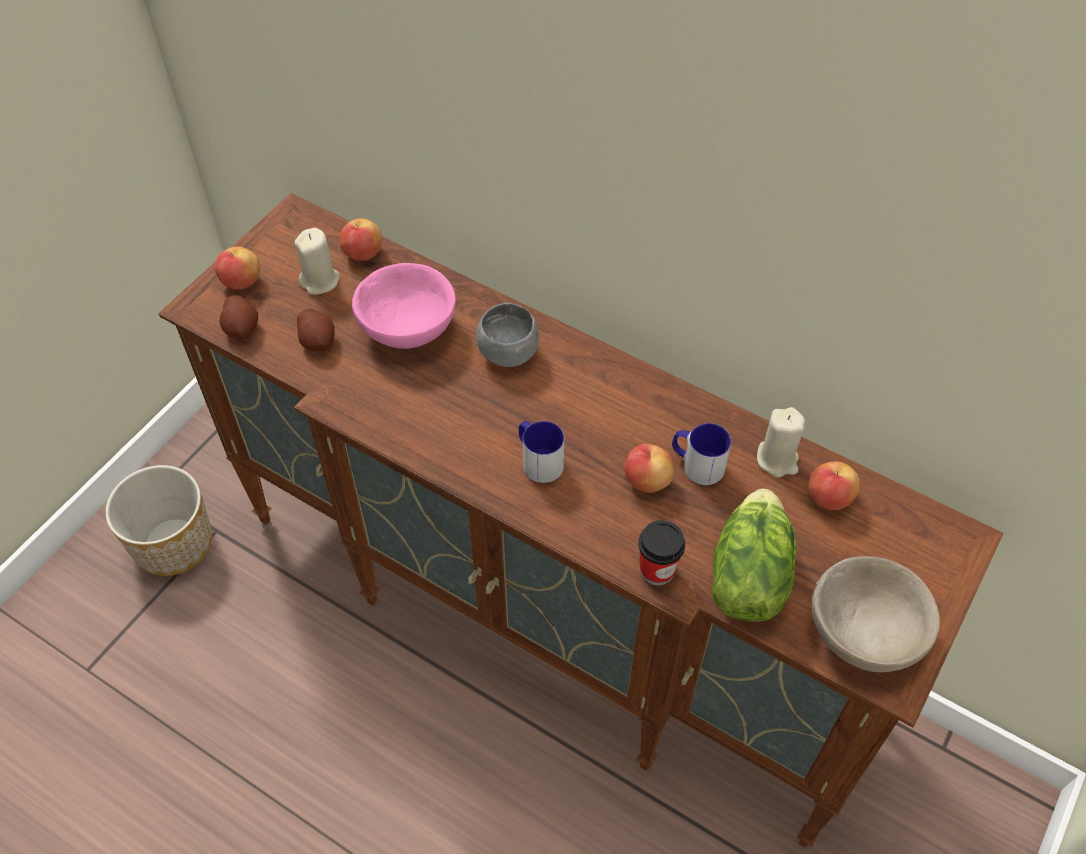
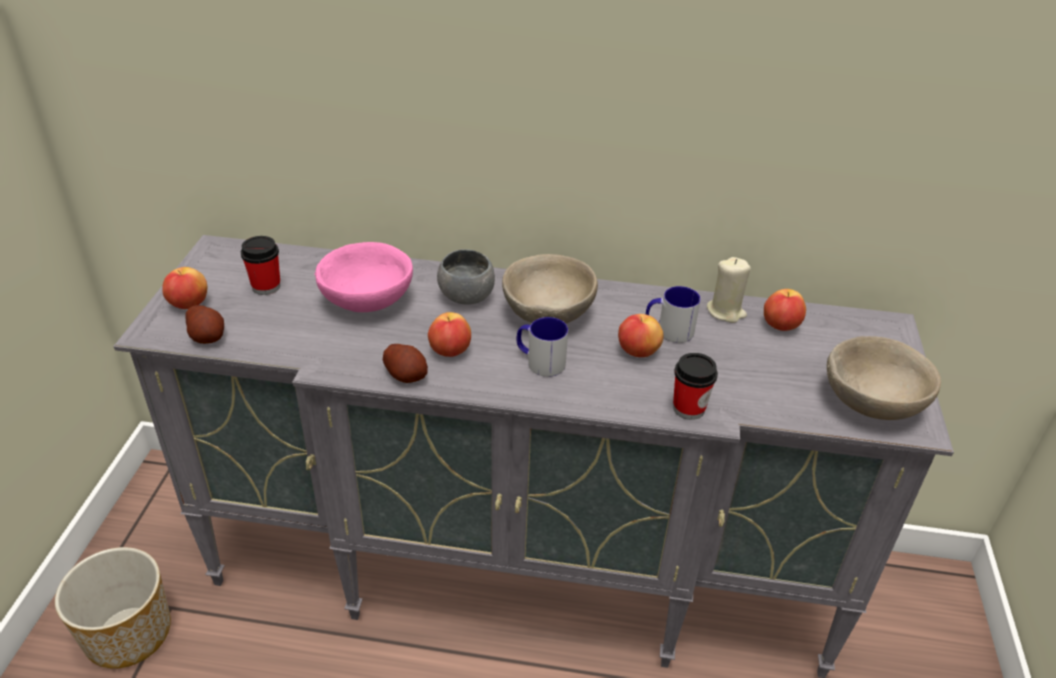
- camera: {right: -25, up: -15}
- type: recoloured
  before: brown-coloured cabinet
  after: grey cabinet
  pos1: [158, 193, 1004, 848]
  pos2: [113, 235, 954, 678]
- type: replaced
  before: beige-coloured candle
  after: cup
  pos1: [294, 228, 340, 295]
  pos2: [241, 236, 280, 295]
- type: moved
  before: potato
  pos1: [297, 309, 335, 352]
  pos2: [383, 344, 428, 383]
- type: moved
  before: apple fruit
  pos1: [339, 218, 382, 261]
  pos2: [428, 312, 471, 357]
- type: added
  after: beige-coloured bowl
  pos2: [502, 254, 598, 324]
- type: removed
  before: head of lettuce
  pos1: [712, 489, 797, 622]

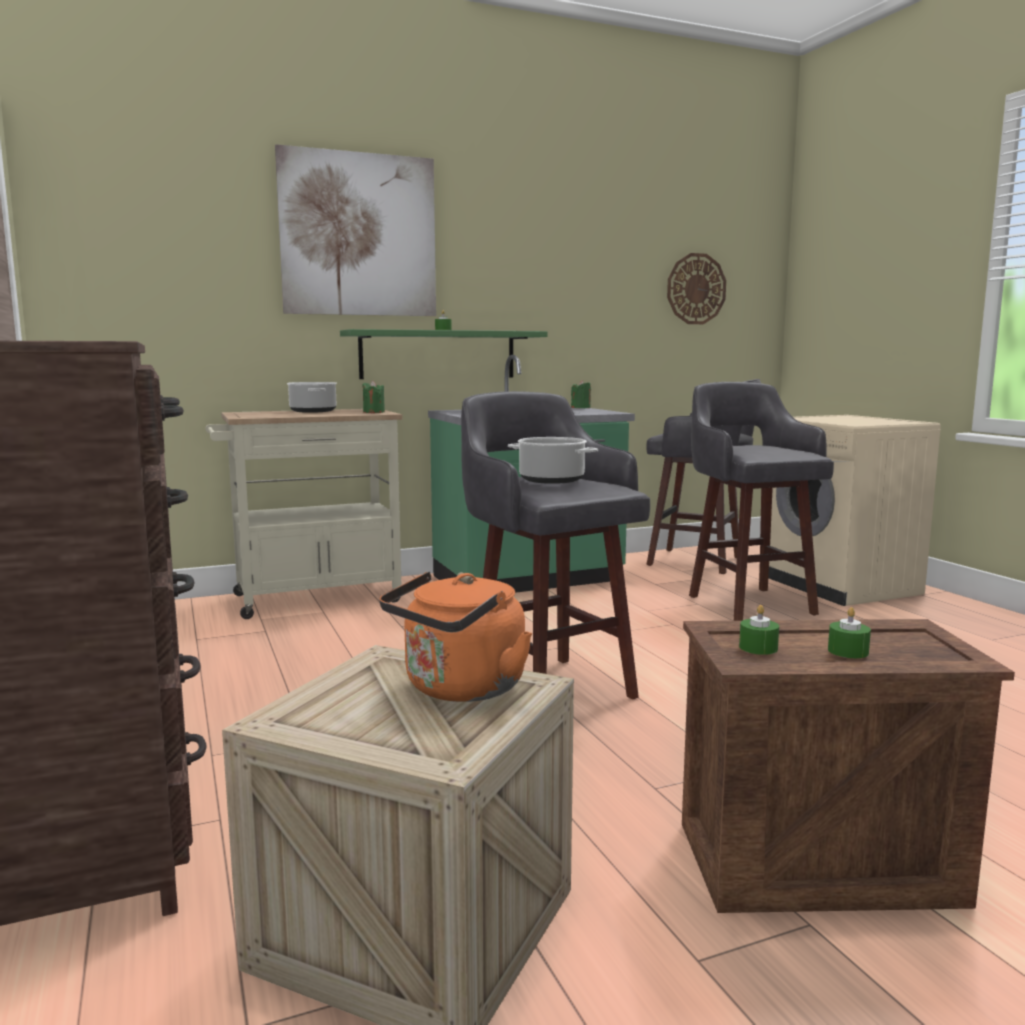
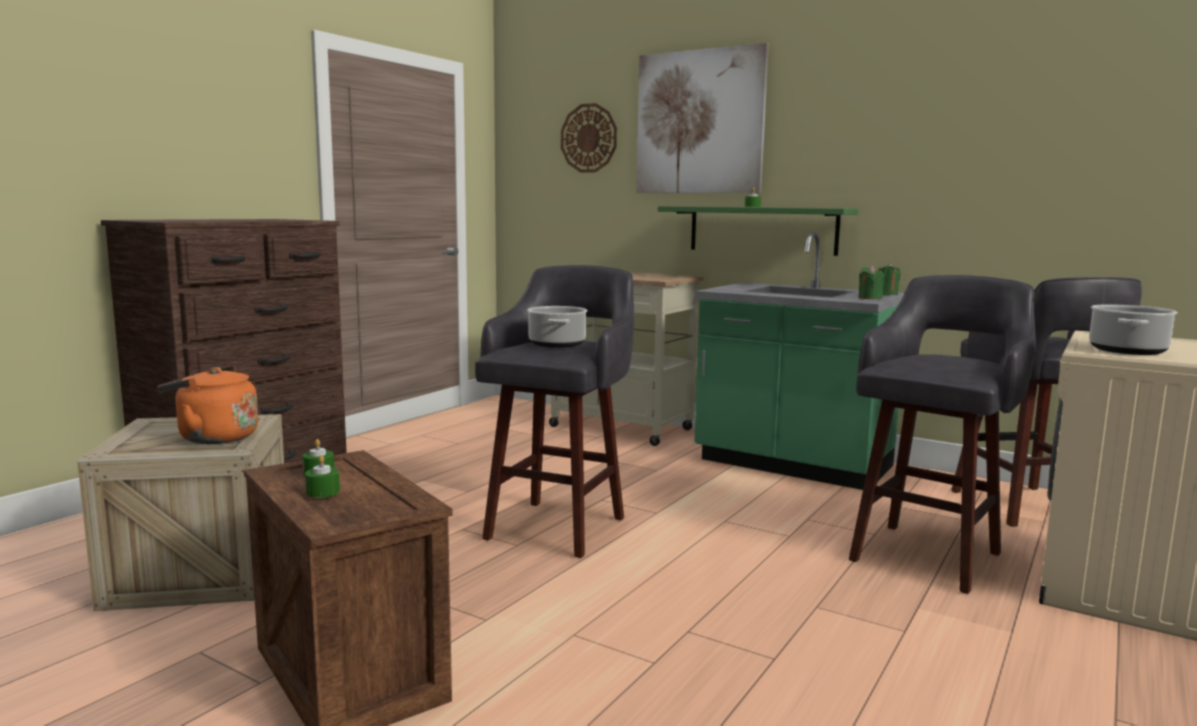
- camera: {right: 55, up: 0}
- type: moved
  before: clock on the wall
  pos1: [667, 253, 726, 324]
  pos2: [561, 103, 617, 173]
- type: moved
  before: green-coloured candle
  pos1: [362, 381, 385, 413]
  pos2: [859, 266, 884, 299]
- type: moved
  before: saucepot
  pos1: [287, 382, 337, 413]
  pos2: [1089, 304, 1178, 355]

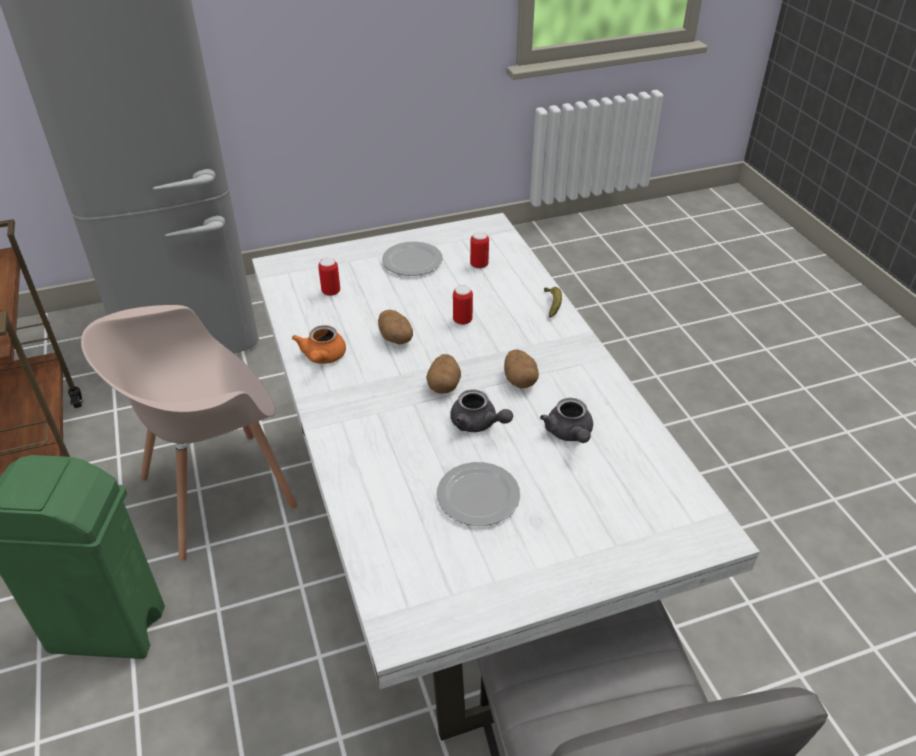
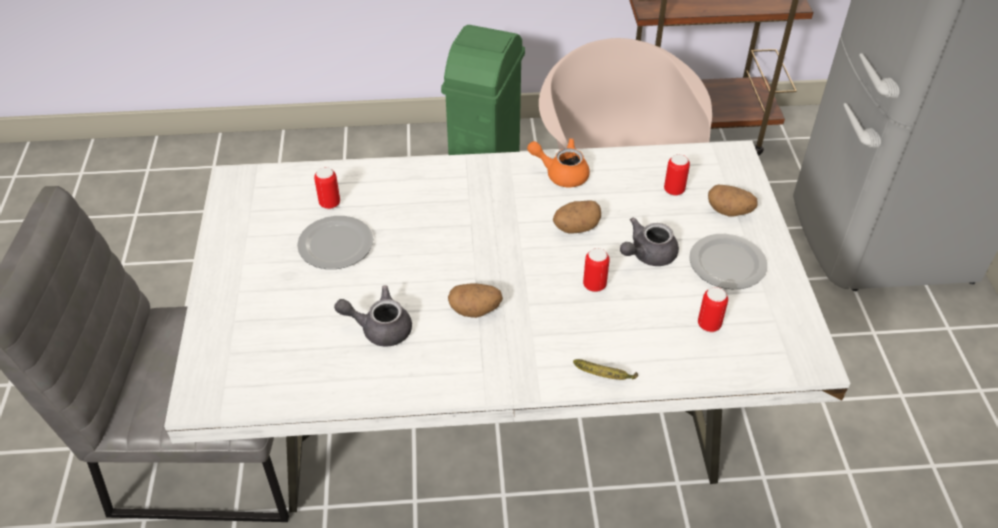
- camera: {right: 105, up: 5}
- type: added
  after: sealed can
  pos2: [314, 167, 340, 209]
- type: moved
  before: grey teapot
  pos1: [450, 389, 513, 432]
  pos2: [620, 217, 679, 266]
- type: moved
  before: potato
  pos1: [426, 354, 461, 394]
  pos2: [708, 184, 757, 216]

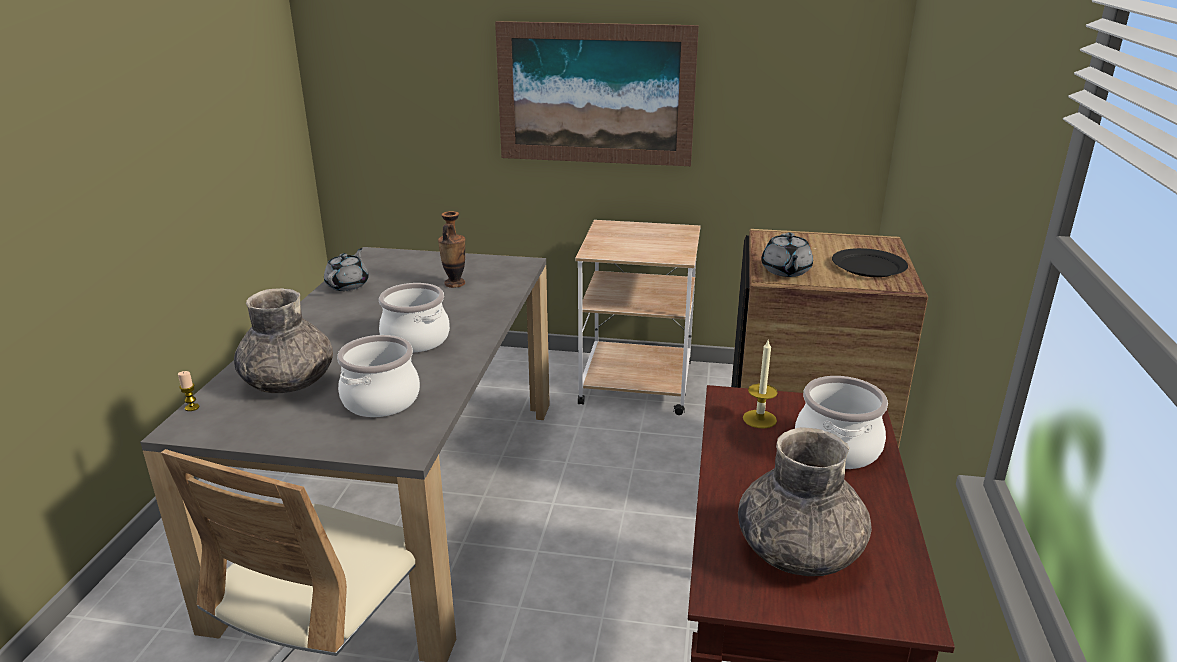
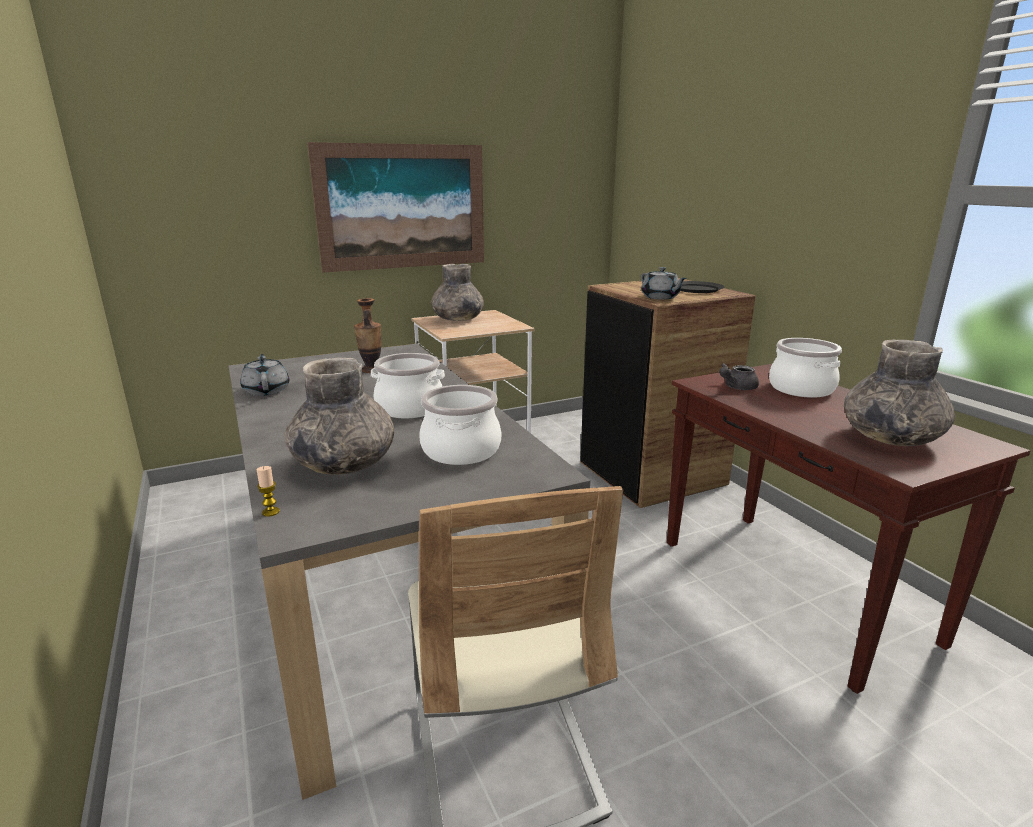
- camera: {right: -35, up: -5}
- type: added
  after: grey decorative vase
  pos2: [431, 264, 484, 321]
- type: replaced
  before: candle
  after: grey teapot
  pos1: [743, 340, 778, 428]
  pos2: [719, 363, 759, 390]

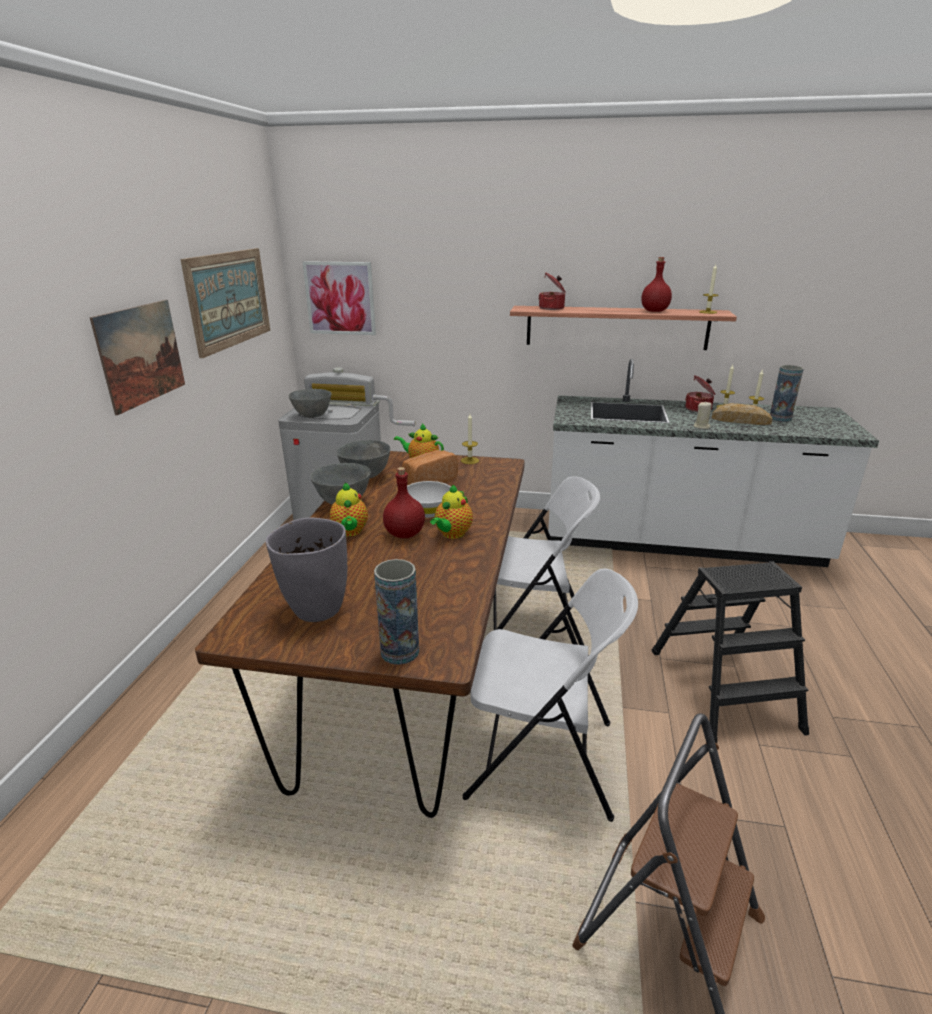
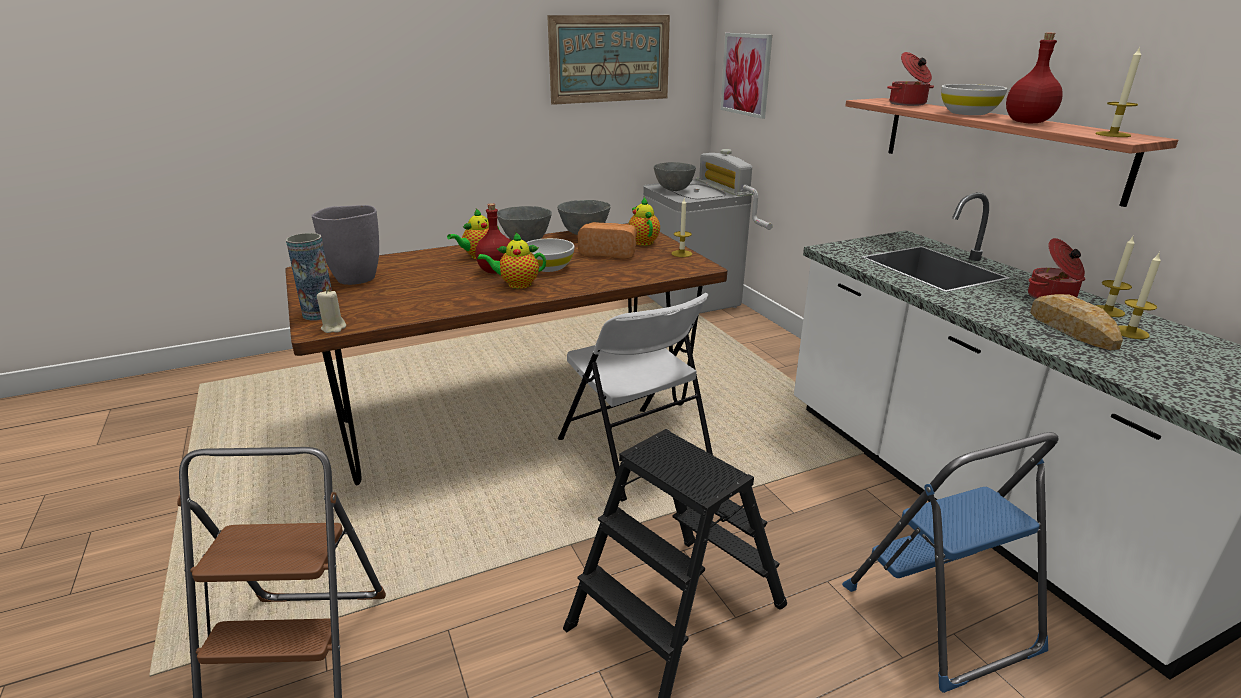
- camera: {right: 55, up: 0}
- type: moved
  before: beige-coloured candle
  pos1: [693, 402, 712, 429]
  pos2: [317, 290, 346, 333]
- type: added
  after: bluish stepladder
  pos2: [842, 432, 1059, 693]
- type: added
  after: white bowl
  pos2: [941, 84, 1007, 115]
- type: removed
  before: wall picture
  pos1: [90, 300, 185, 415]
- type: removed
  before: white upright chair
  pos1: [463, 569, 638, 822]
- type: removed
  before: decorative vase
  pos1: [770, 365, 803, 422]

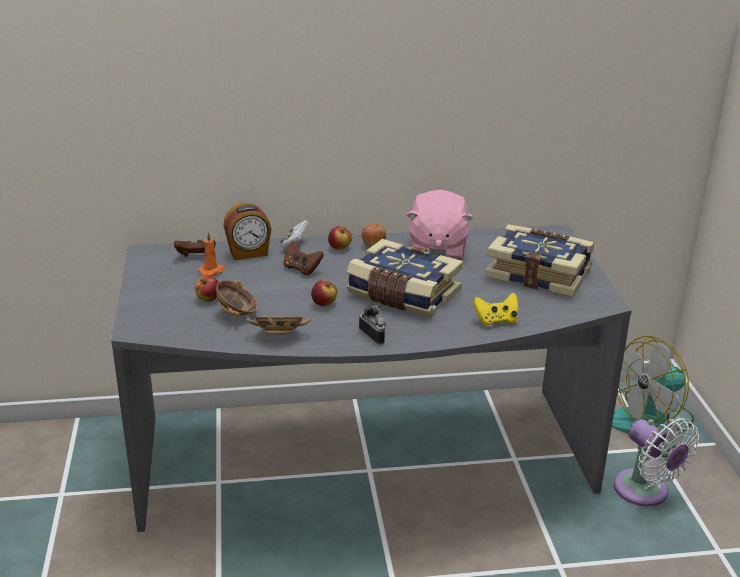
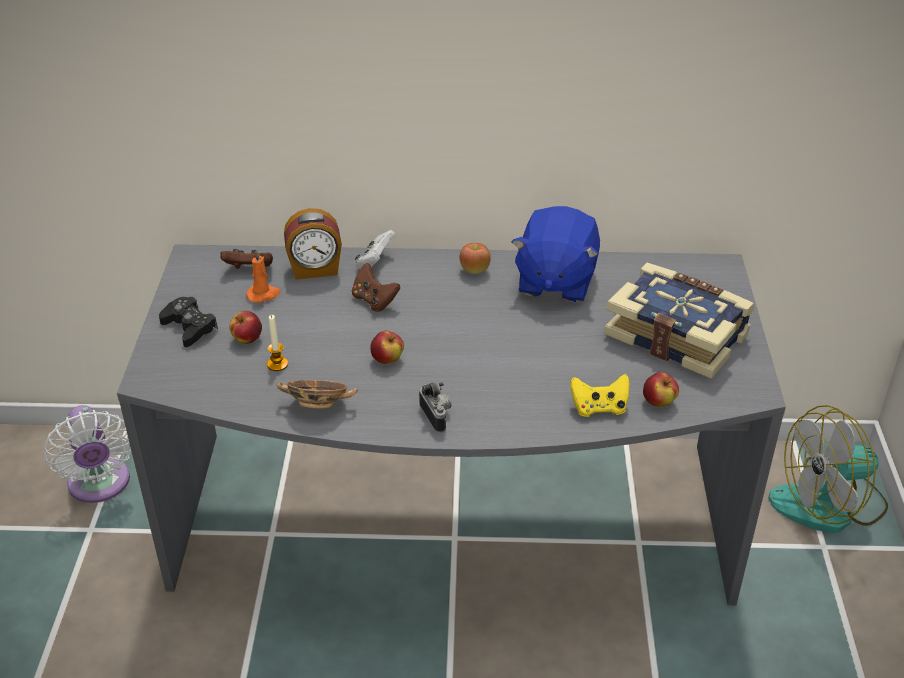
- camera: {right: 10, up: 10}
- type: moved
  before: white electric fan
  pos1: [614, 417, 699, 507]
  pos2: [43, 405, 131, 503]
- type: added
  after: black-coloured gamepad
  pos2: [159, 297, 218, 347]
- type: replaced
  before: bowl
  after: candle
  pos1: [216, 280, 258, 317]
  pos2: [267, 315, 288, 371]
- type: recoloured
  before: pinkish cuddly toy
  after: bluish cuddly toy
  pos1: [406, 190, 474, 260]
  pos2: [512, 206, 600, 303]
- type: moved
  before: apple fruit
  pos1: [328, 226, 352, 250]
  pos2: [643, 372, 679, 407]
- type: removed
  before: book
  pos1: [347, 239, 463, 318]

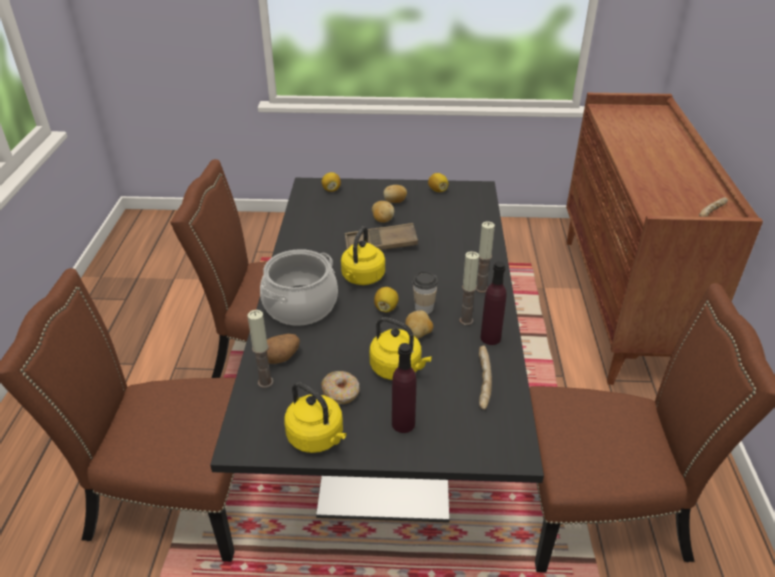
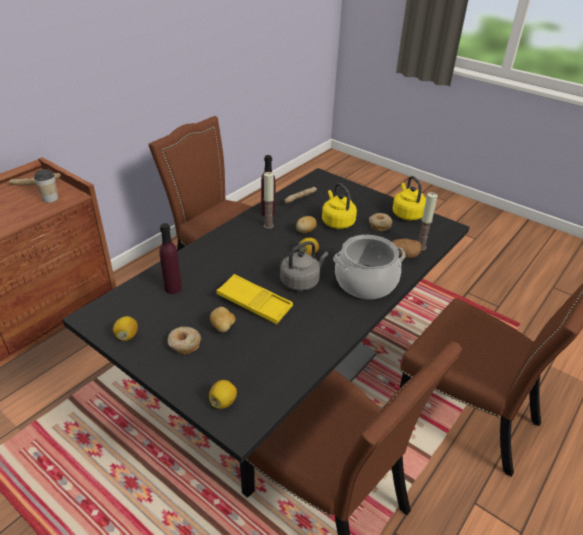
- camera: {right: -145, up: 0}
- type: moved
  before: cup
  pos1: [413, 271, 438, 314]
  pos2: [34, 169, 58, 203]
- type: moved
  before: purplish bottle
  pos1: [392, 343, 416, 433]
  pos2: [159, 223, 182, 294]
- type: replaced
  before: potato
  after: doughnut
  pos1: [383, 185, 407, 203]
  pos2: [167, 327, 201, 355]
- type: recoloured
  before: brown-coloured serving tray
  after: yellow-coloured serving tray
  pos1: [345, 223, 418, 250]
  pos2: [216, 274, 293, 324]
- type: recoloured
  before: yellow-coloured kettle
  after: grey kettle
  pos1: [341, 226, 385, 285]
  pos2: [280, 241, 328, 291]
- type: removed
  before: candle
  pos1: [476, 221, 495, 293]

